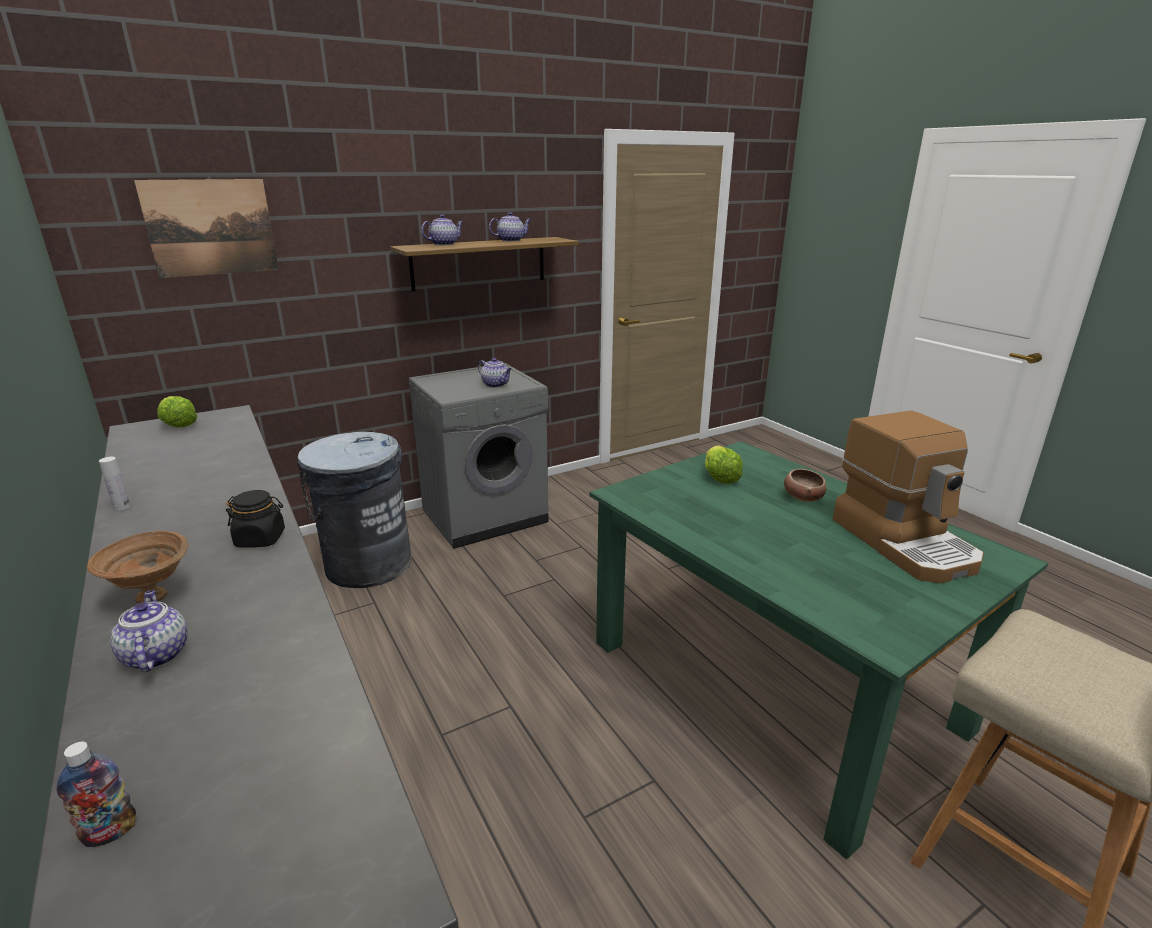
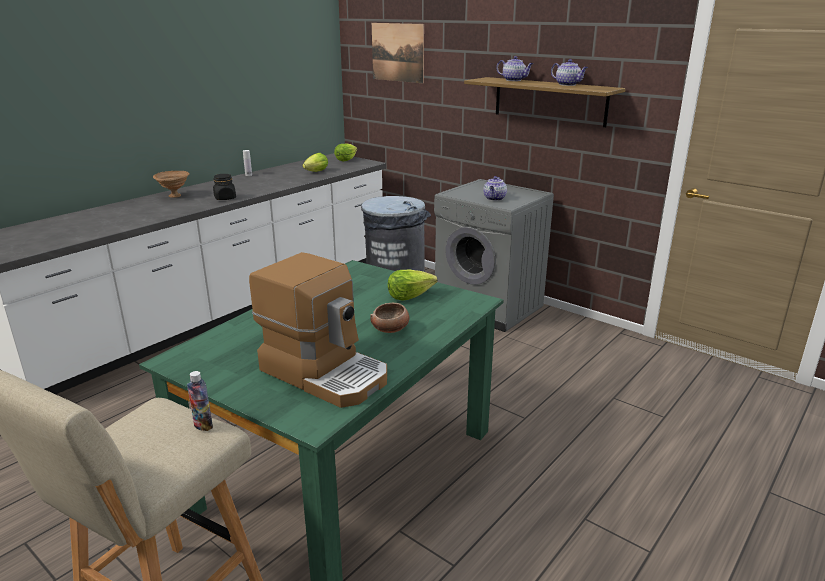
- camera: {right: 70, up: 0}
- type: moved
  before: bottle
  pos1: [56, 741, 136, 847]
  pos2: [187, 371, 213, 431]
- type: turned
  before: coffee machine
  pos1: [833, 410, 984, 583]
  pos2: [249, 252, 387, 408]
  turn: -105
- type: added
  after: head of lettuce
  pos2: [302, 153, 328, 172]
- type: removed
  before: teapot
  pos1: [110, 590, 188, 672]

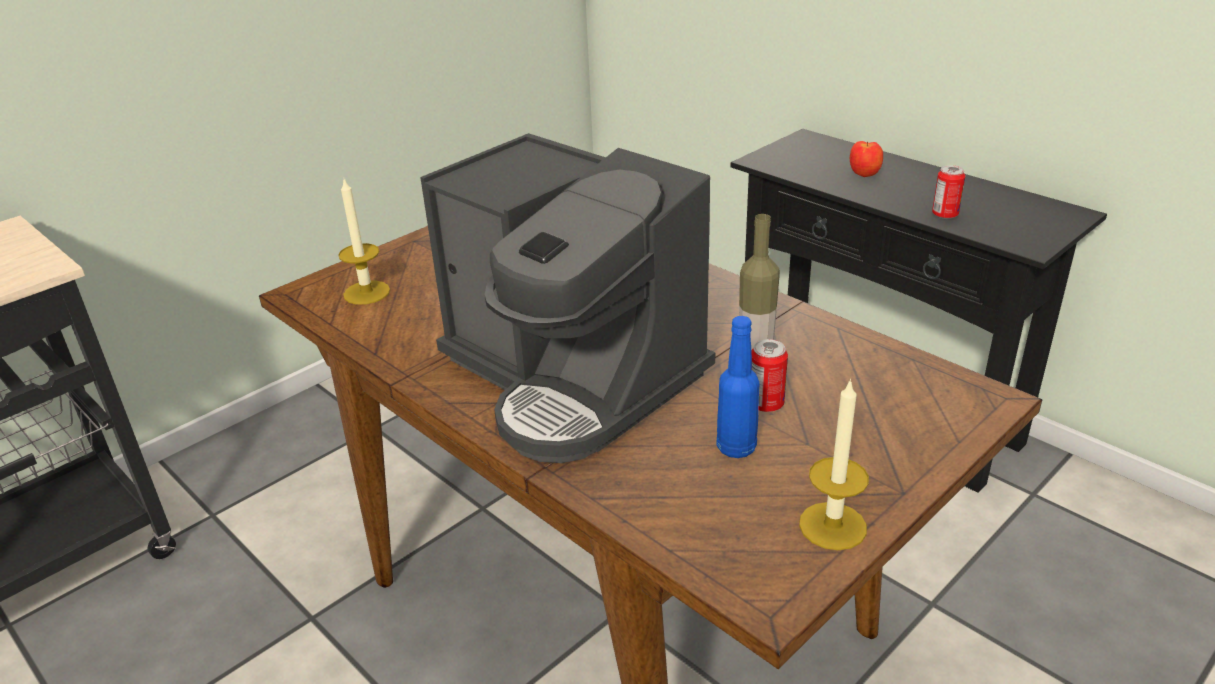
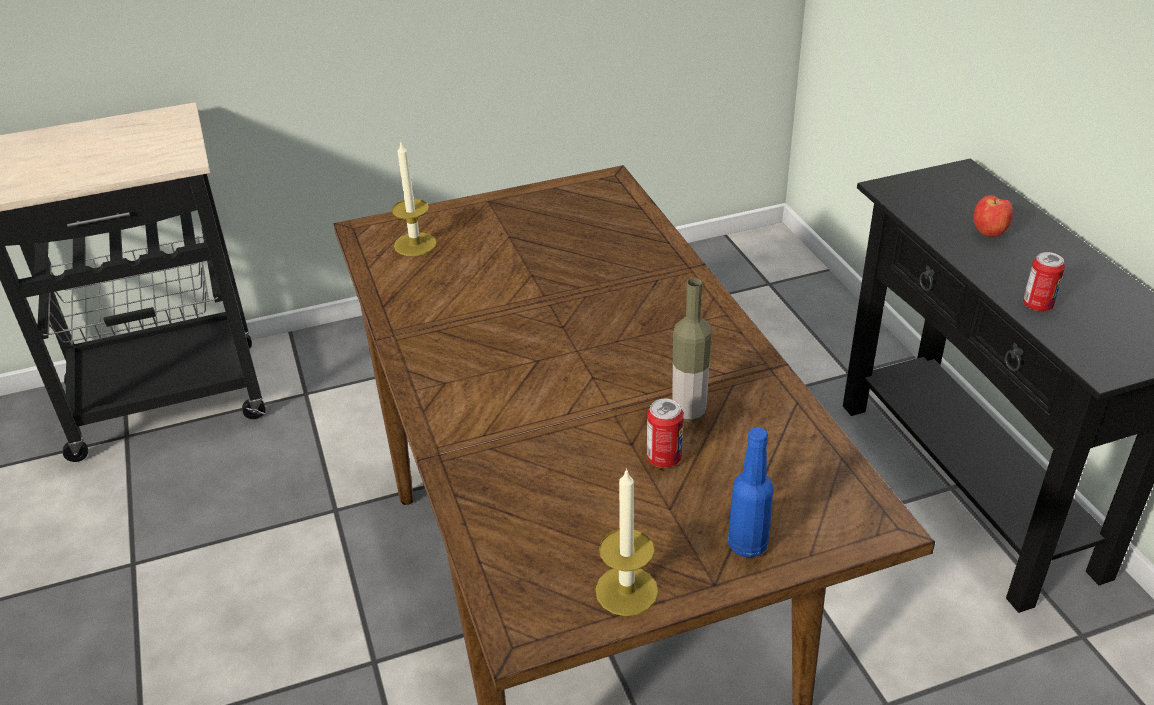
- camera: {right: 25, up: 5}
- type: moved
  before: bluish bottle
  pos1: [716, 316, 760, 458]
  pos2: [728, 427, 774, 558]
- type: removed
  before: coffee machine
  pos1: [420, 133, 715, 463]

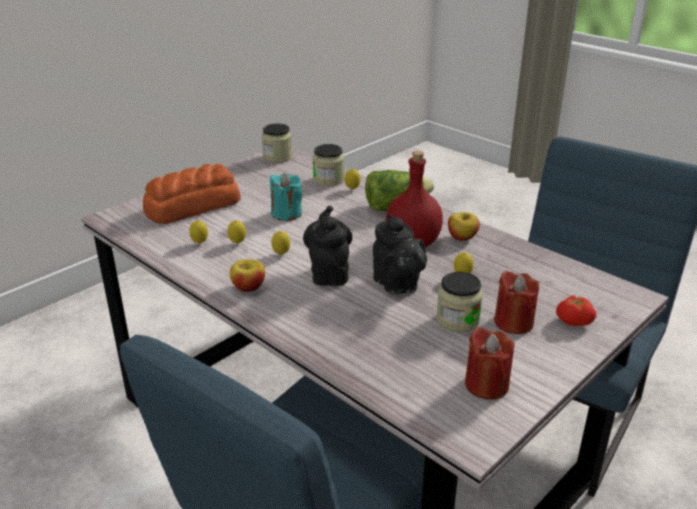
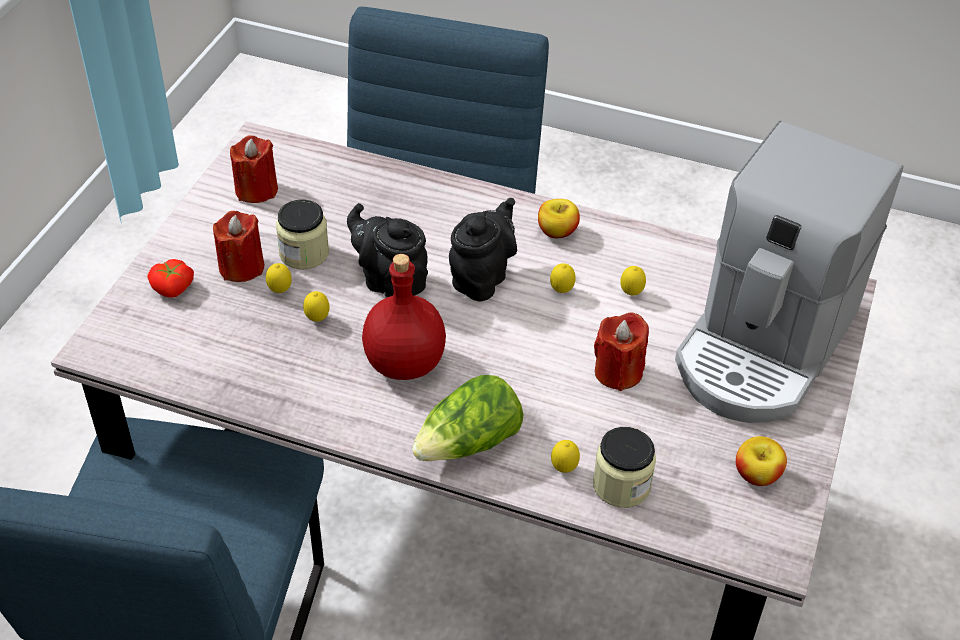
- camera: {right: 155, up: 15}
- type: moved
  before: lemon
  pos1: [189, 220, 208, 244]
  pos2: [266, 263, 292, 293]
- type: turned
  before: black-coloured teapot
  pos1: [303, 205, 352, 286]
  pos2: [449, 198, 517, 302]
  turn: -120
- type: recoloured
  before: blue-green candle
  after: red candle
  pos1: [270, 173, 302, 221]
  pos2: [594, 313, 649, 391]
- type: replaced
  before: bakery bread
  after: coffee machine
  pos1: [143, 164, 241, 224]
  pos2: [675, 121, 903, 423]
- type: moved
  before: apple fruit
  pos1: [448, 212, 480, 241]
  pos2: [736, 436, 787, 486]
- type: removed
  before: jar
  pos1: [262, 123, 292, 163]

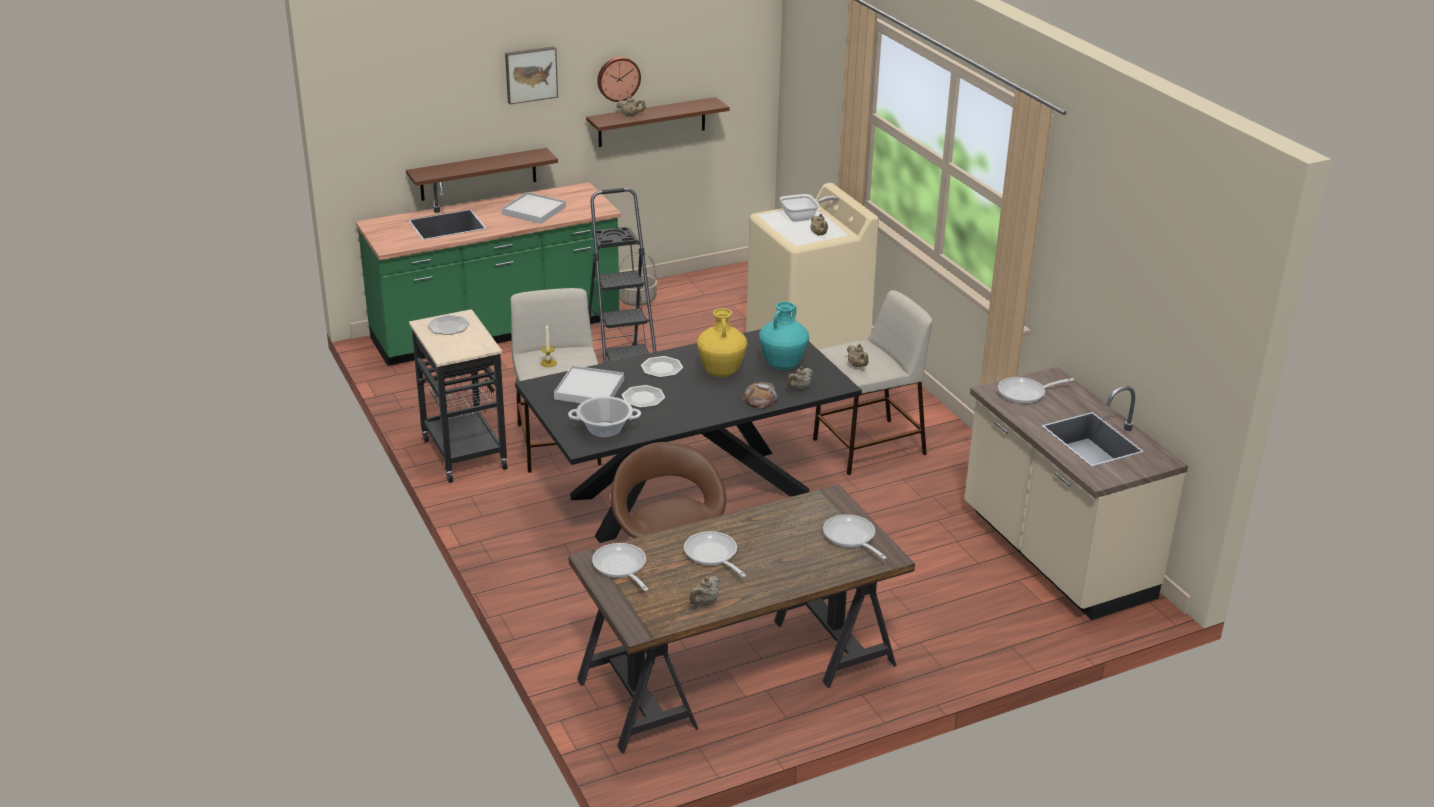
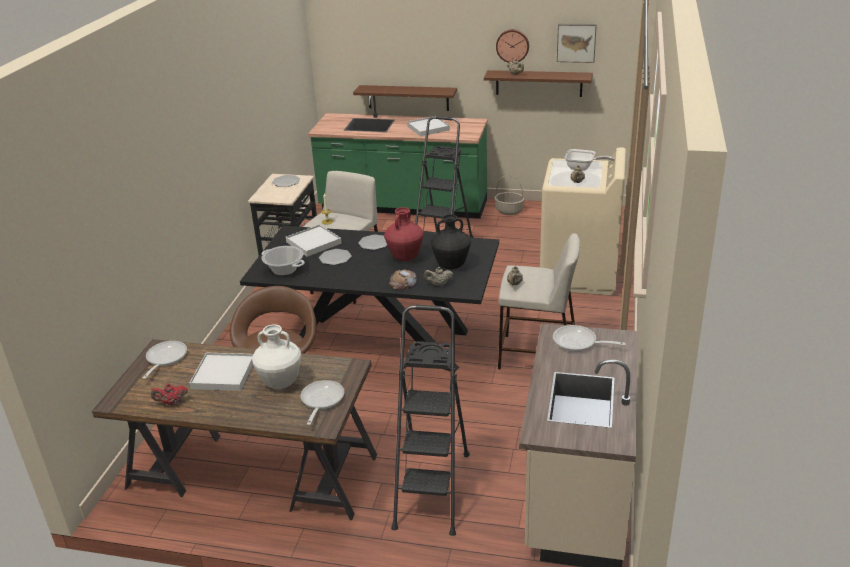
- camera: {right: 40, up: 0}
- type: recoloured
  before: beige-coloured teapot
  after: red teapot
  pos1: [689, 576, 720, 605]
  pos2: [151, 383, 188, 406]
- type: replaced
  before: pan
  after: white serving tray
  pos1: [684, 531, 746, 577]
  pos2: [189, 353, 253, 391]
- type: added
  after: white decorative vase
  pos2: [252, 324, 301, 389]
- type: recoloured
  before: yellow-coloured decorative vase
  after: red decorative vase
  pos1: [697, 308, 747, 377]
  pos2: [384, 207, 424, 261]
- type: added
  after: stepladder
  pos2: [391, 305, 470, 536]
- type: recoloured
  before: blue-green decorative vase
  after: black-coloured decorative vase
  pos1: [759, 302, 809, 370]
  pos2: [430, 214, 471, 269]
- type: moved
  before: wall picture
  pos1: [505, 46, 558, 104]
  pos2: [557, 24, 597, 63]

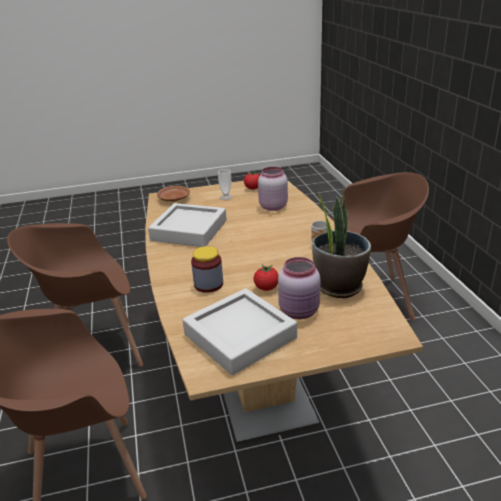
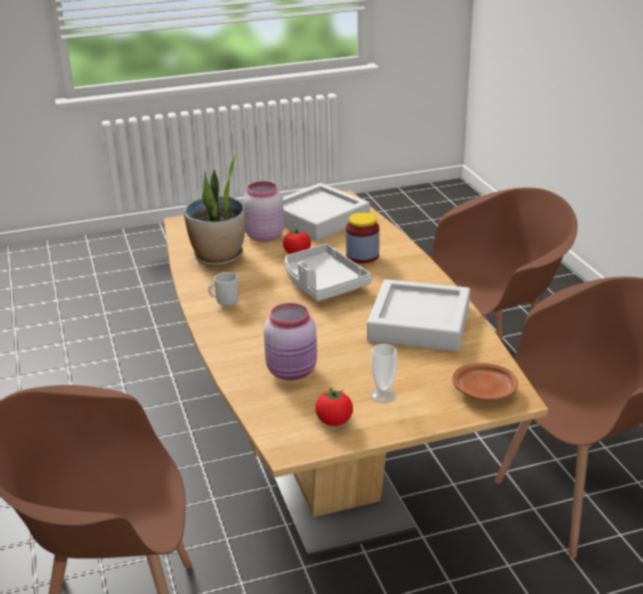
- camera: {right: 175, up: 0}
- type: added
  after: grey serving tray
  pos2: [285, 244, 371, 301]

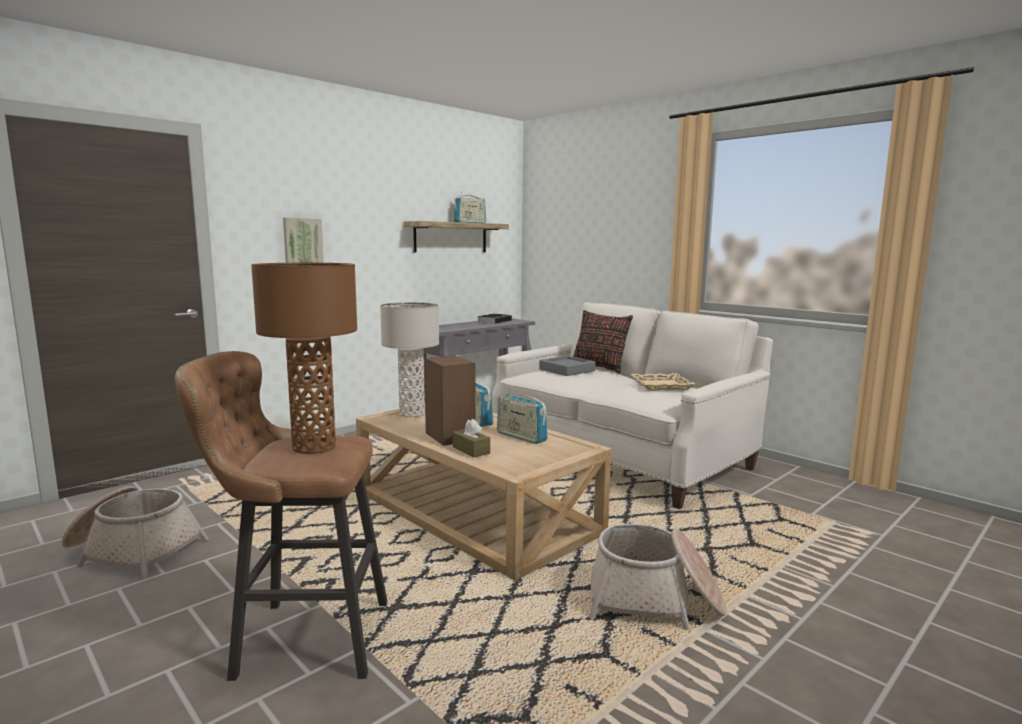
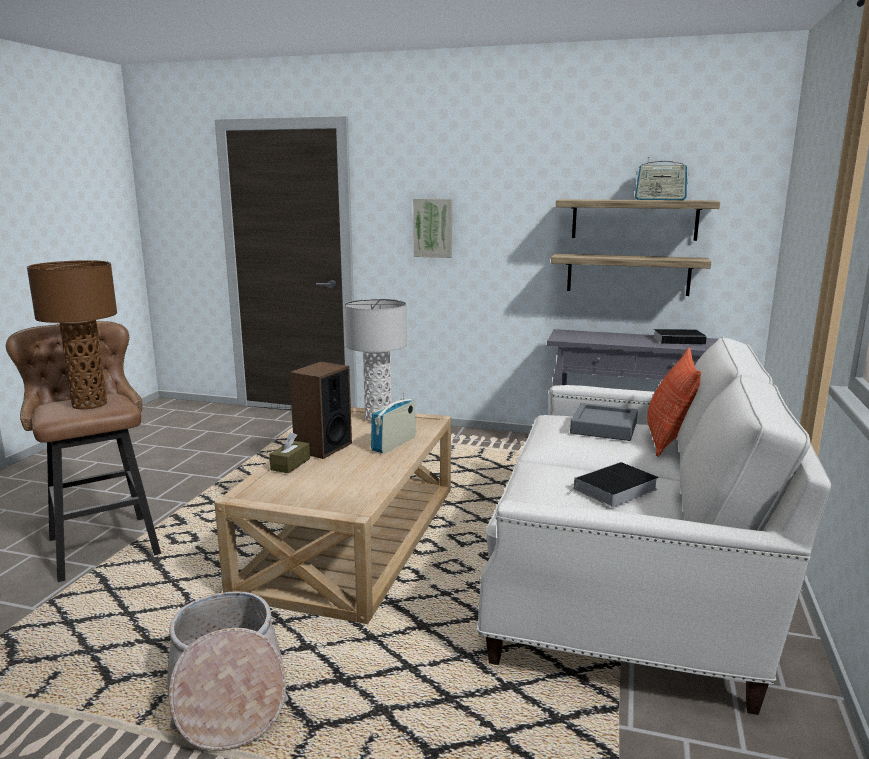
- camera: {right: 60, up: 5}
- type: added
  after: bracket shelf
  pos2: [551, 254, 711, 296]
- type: replaced
  before: beige-coloured serving tray
  after: book
  pos1: [631, 373, 696, 390]
  pos2: [567, 462, 659, 507]
- type: recoloured
  before: black-coloured throw pillow
  after: orange throw pillow
  pos1: [573, 310, 633, 374]
  pos2: [647, 348, 701, 457]
- type: removed
  before: basket
  pos1: [62, 486, 209, 579]
- type: removed
  before: radio set
  pos1: [497, 388, 548, 444]

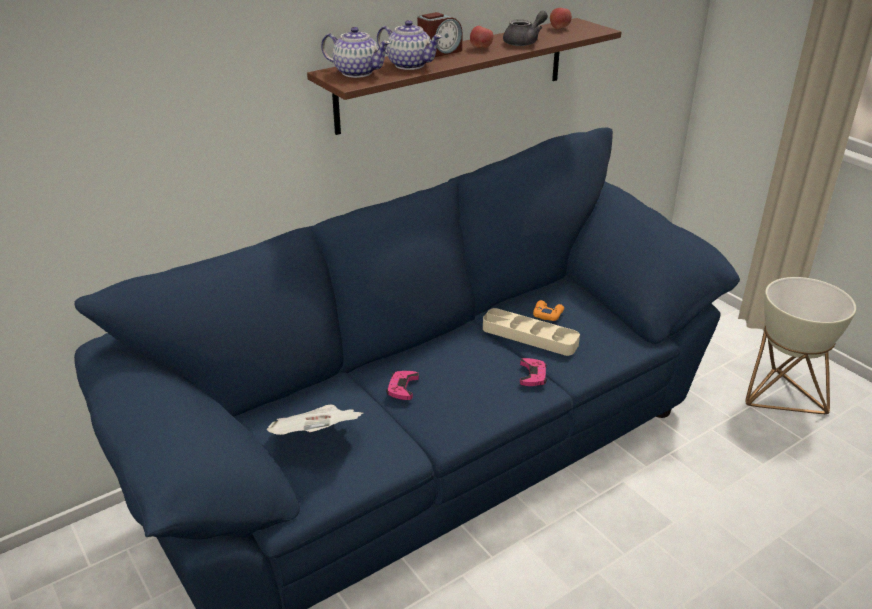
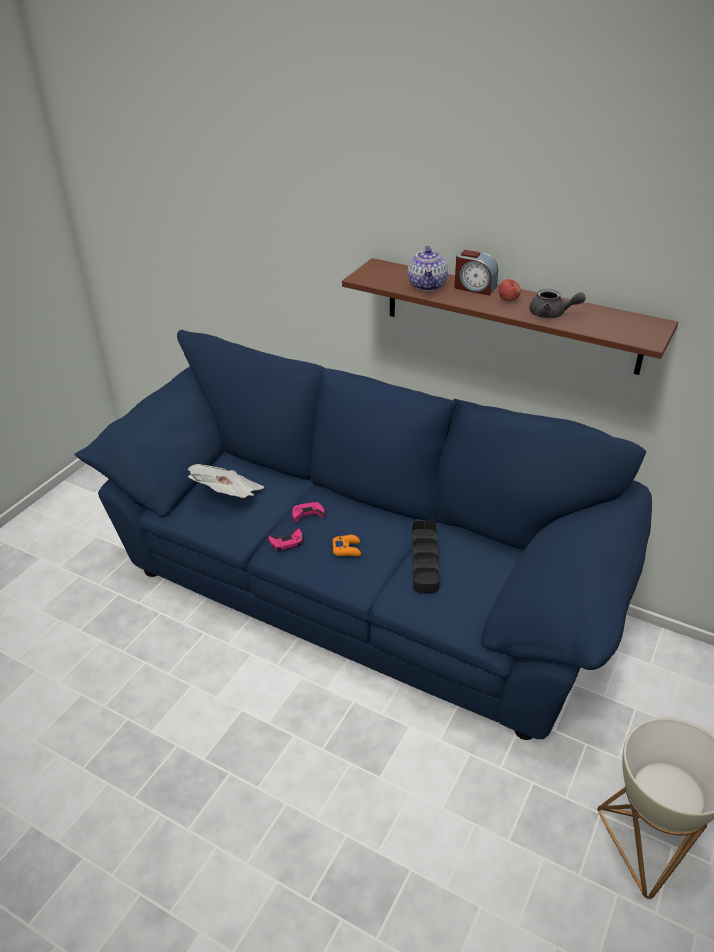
- camera: {right: 65, up: 5}
- type: moved
  before: pinkish gamepad
  pos1: [520, 358, 547, 386]
  pos2: [269, 528, 302, 551]
- type: moved
  before: orange gamepad
  pos1: [533, 300, 564, 321]
  pos2: [333, 535, 361, 556]
- type: recoloured
  before: beige-coloured serving tray
  after: black-coloured serving tray
  pos1: [483, 308, 580, 356]
  pos2: [412, 521, 440, 593]
- type: removed
  before: teapot
  pos1: [321, 27, 391, 78]
- type: removed
  before: apple fruit
  pos1: [550, 8, 572, 29]

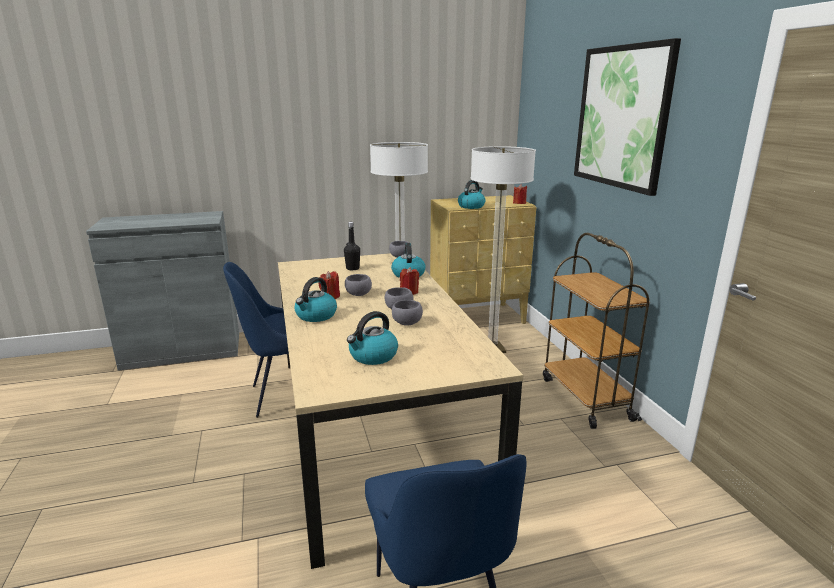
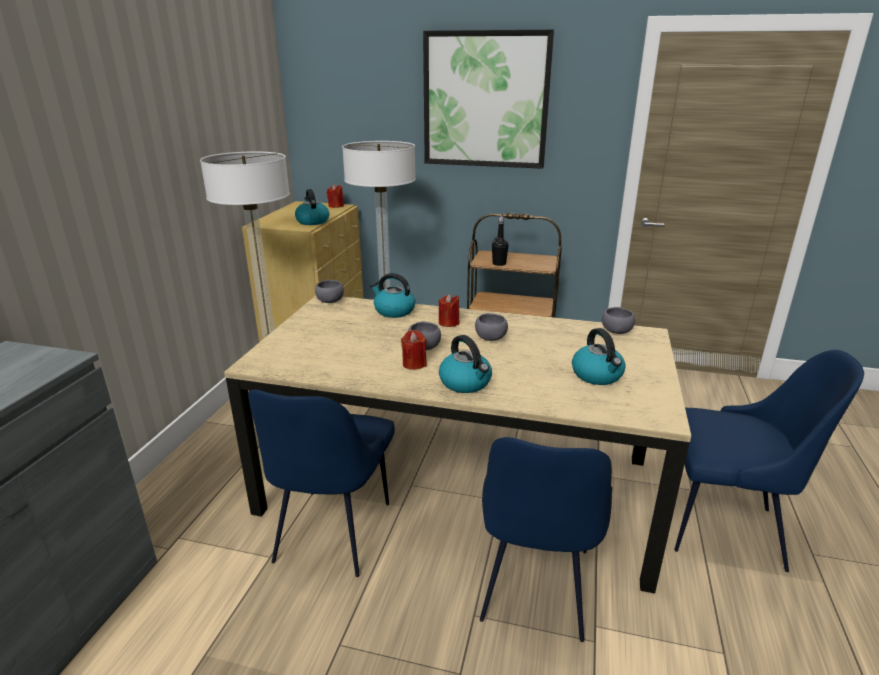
- camera: {right: -60, up: 5}
- type: added
  after: bluish upright chair
  pos2: [480, 437, 612, 642]
- type: moved
  before: black-coloured bottle
  pos1: [344, 222, 360, 270]
  pos2: [492, 216, 509, 266]
- type: moved
  before: grey bowl
  pos1: [392, 300, 423, 326]
  pos2: [602, 307, 635, 334]

